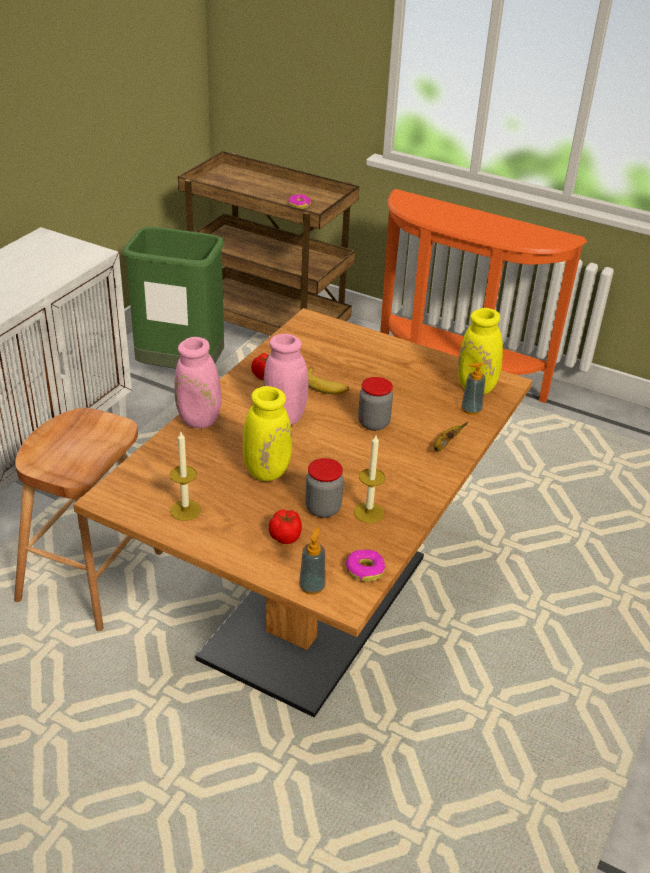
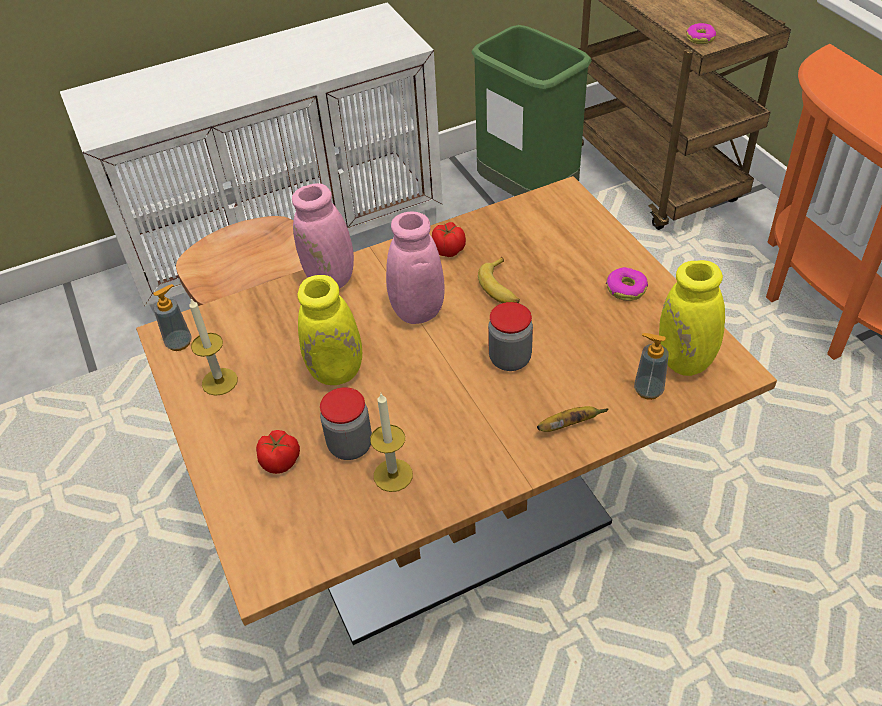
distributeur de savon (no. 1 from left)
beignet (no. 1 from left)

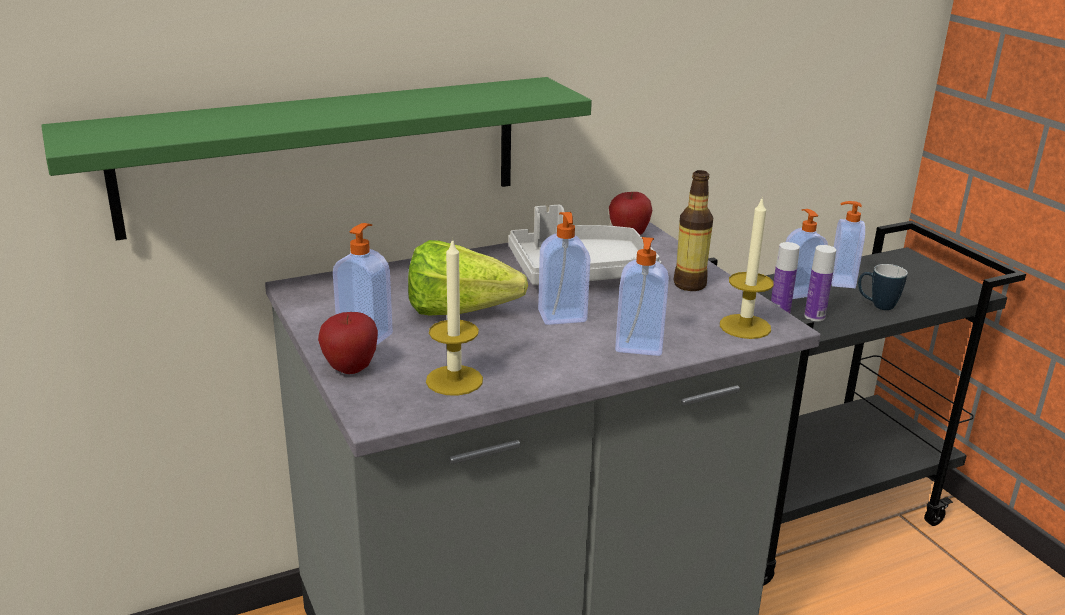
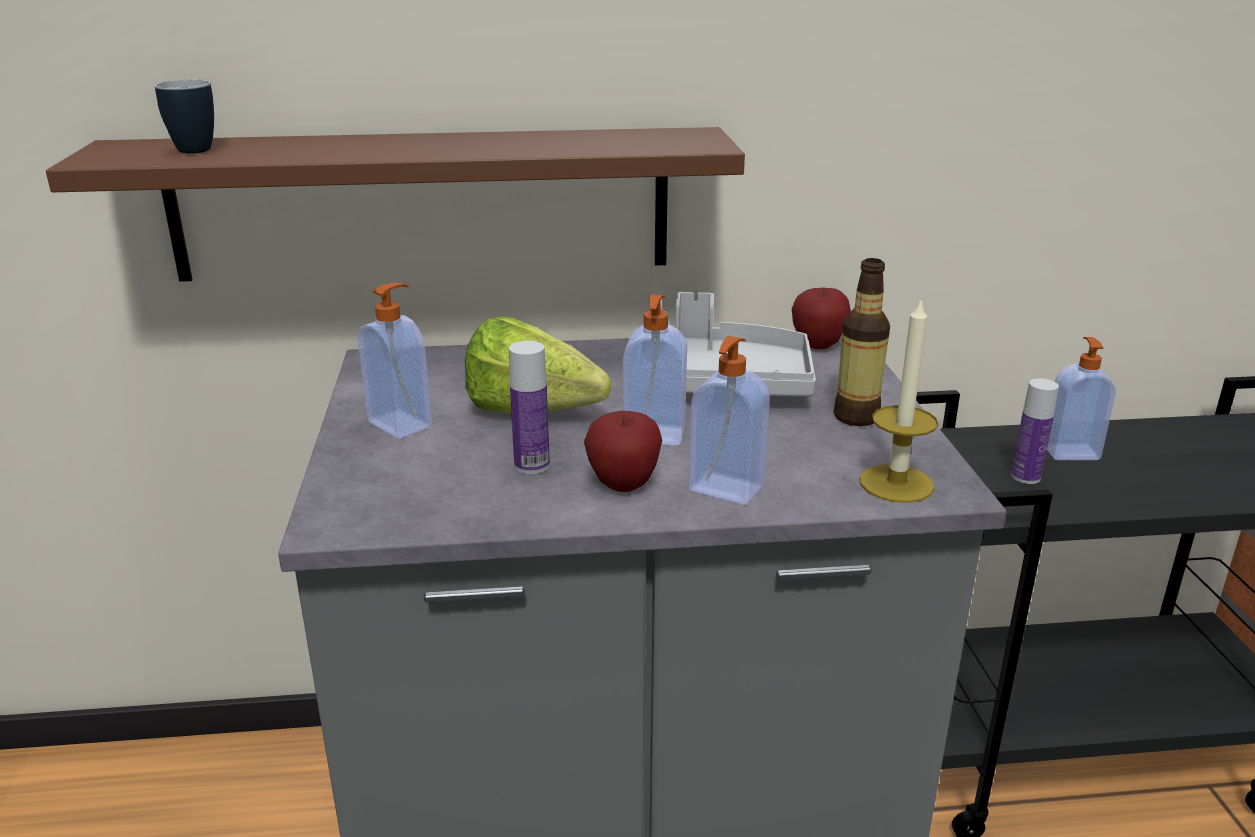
étagère/marron
mug
bouteille (no. 1 from left)
pomme (no. 1 from left)
bougie (no. 1 from left in the first image)
distributeur de savon (no. 5 from left in the first image)

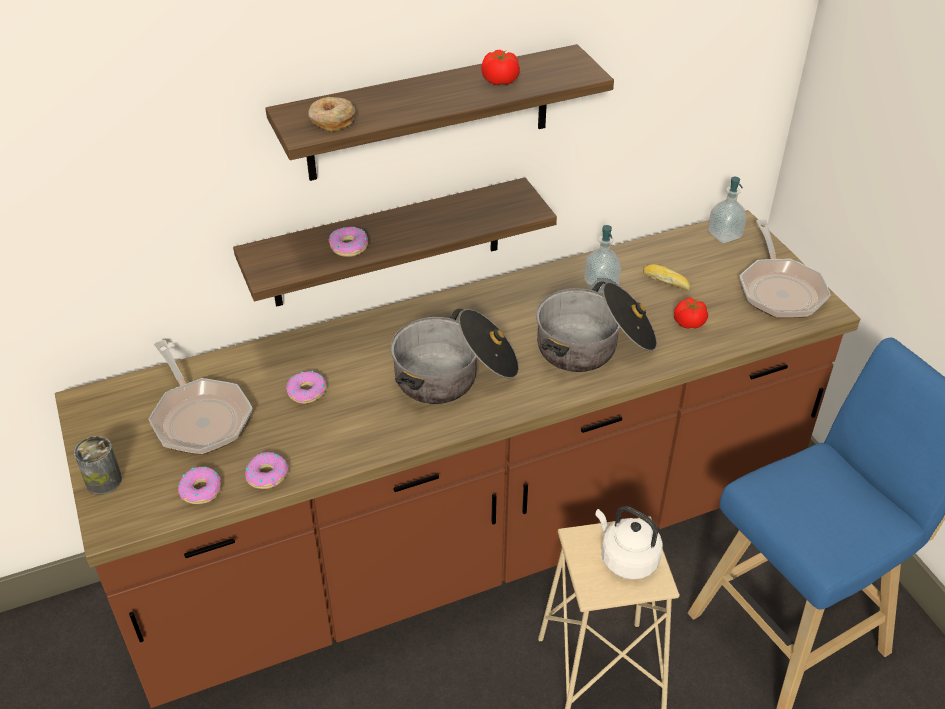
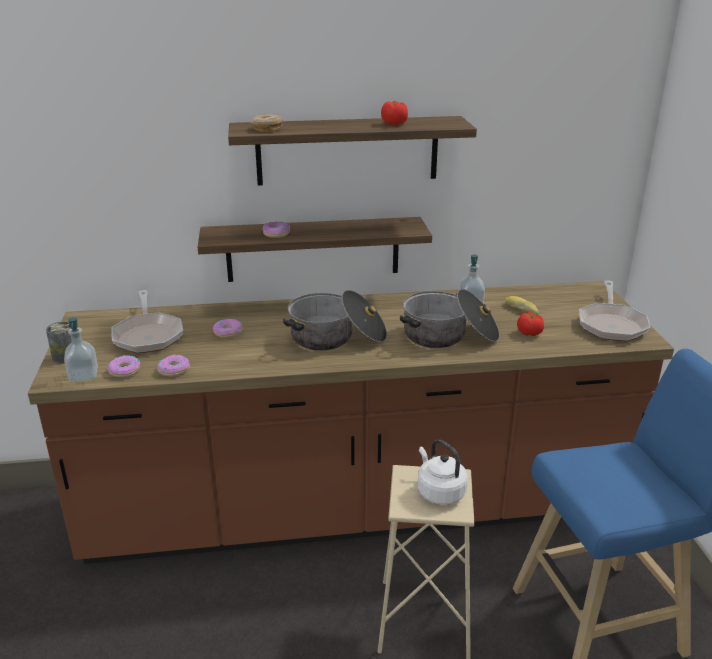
distributeur de savon (no. 1 from left)

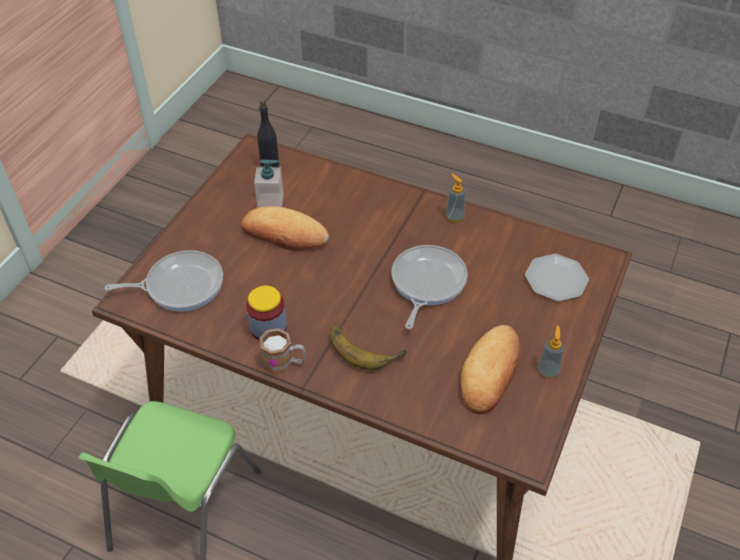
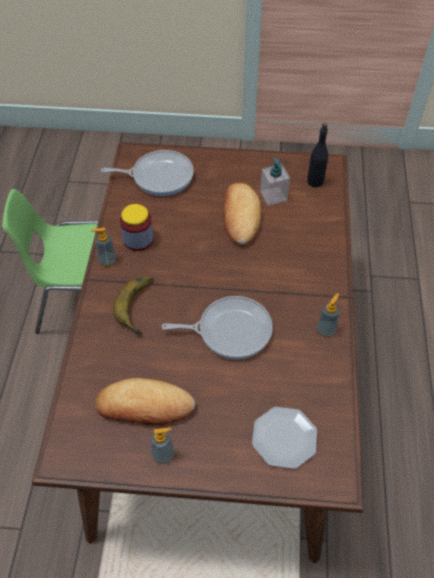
distributeur de savon (no. 1 from left)
poêle (no. 1 from left)

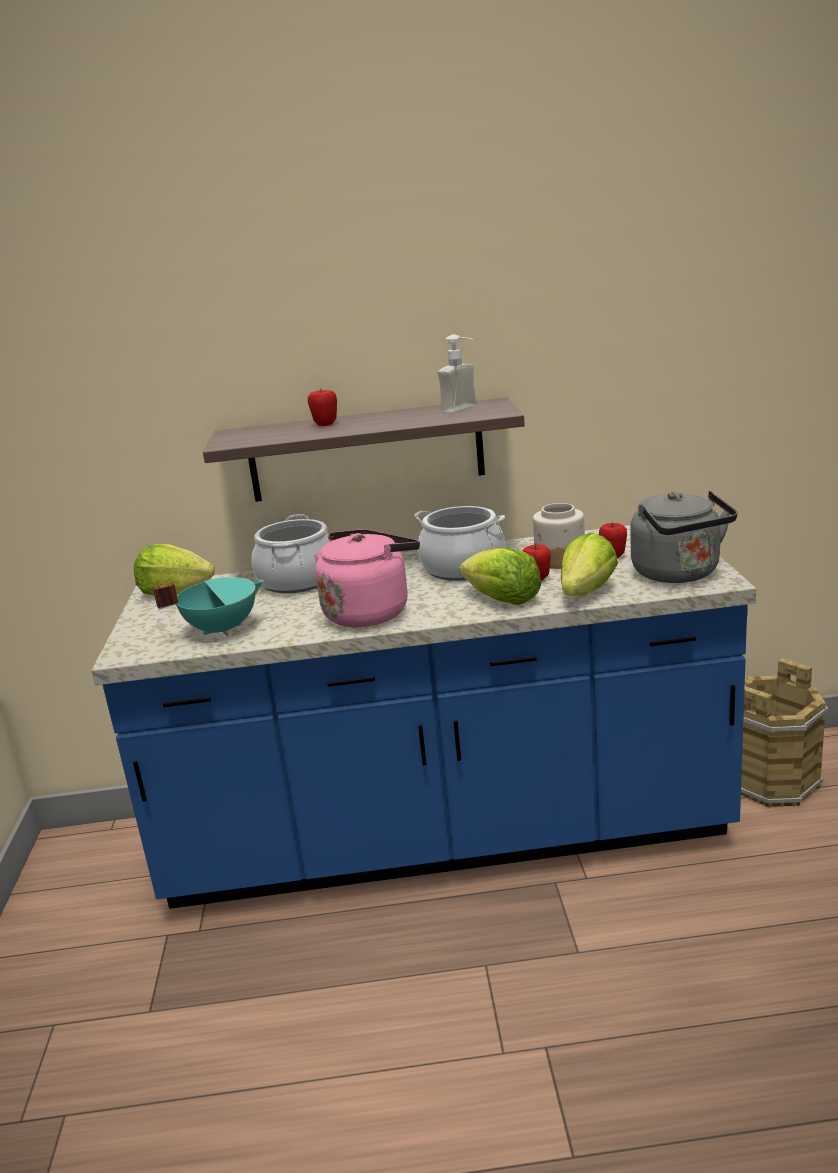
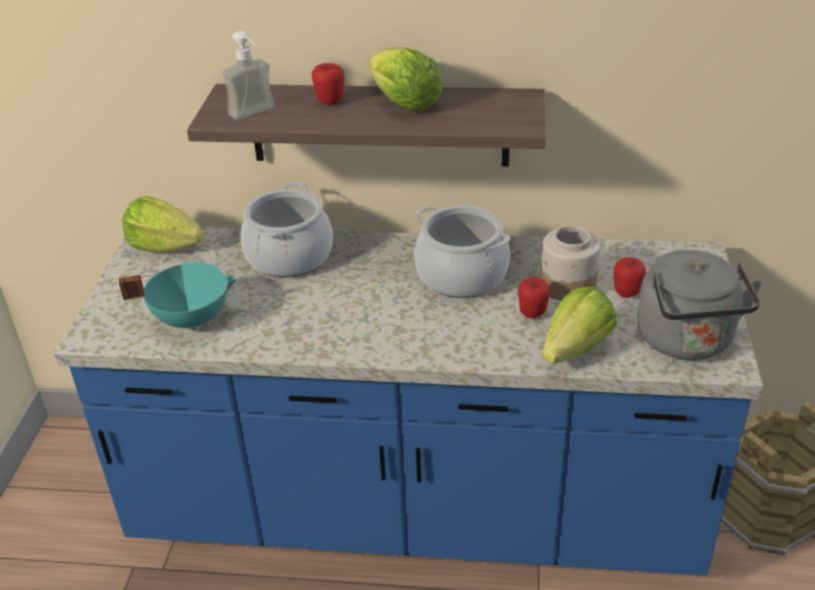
distributeur de savon
laitue (no. 2 from left)
bouilloire/rose

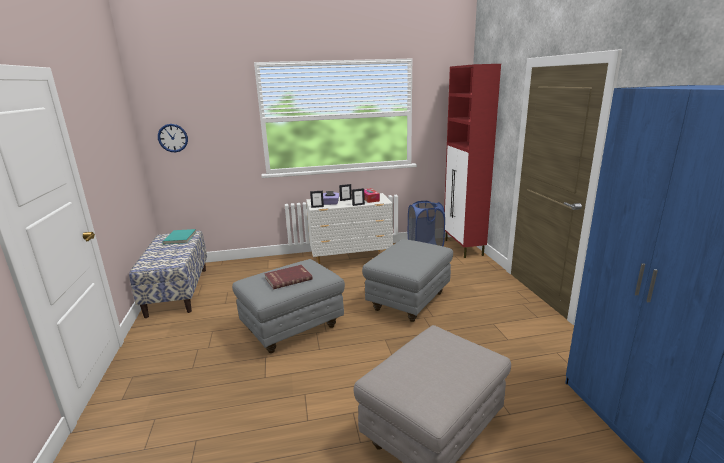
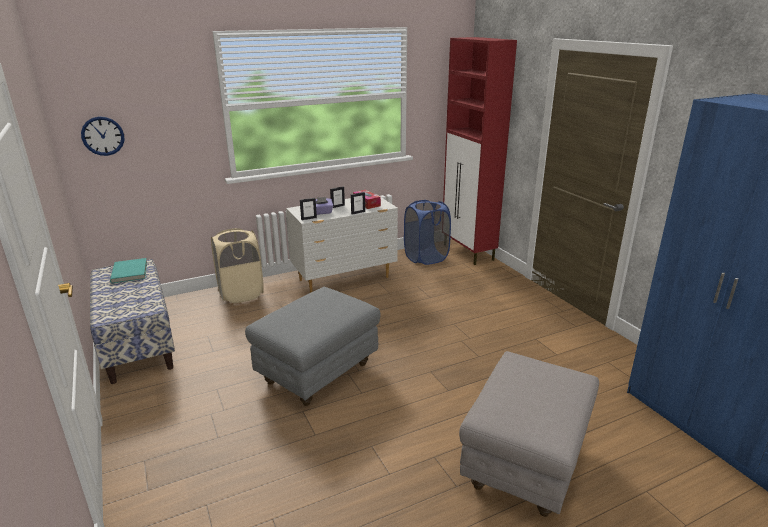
panier à linge/beige
livre/rouge
pouf/gris (no. 2 from left in the first image)

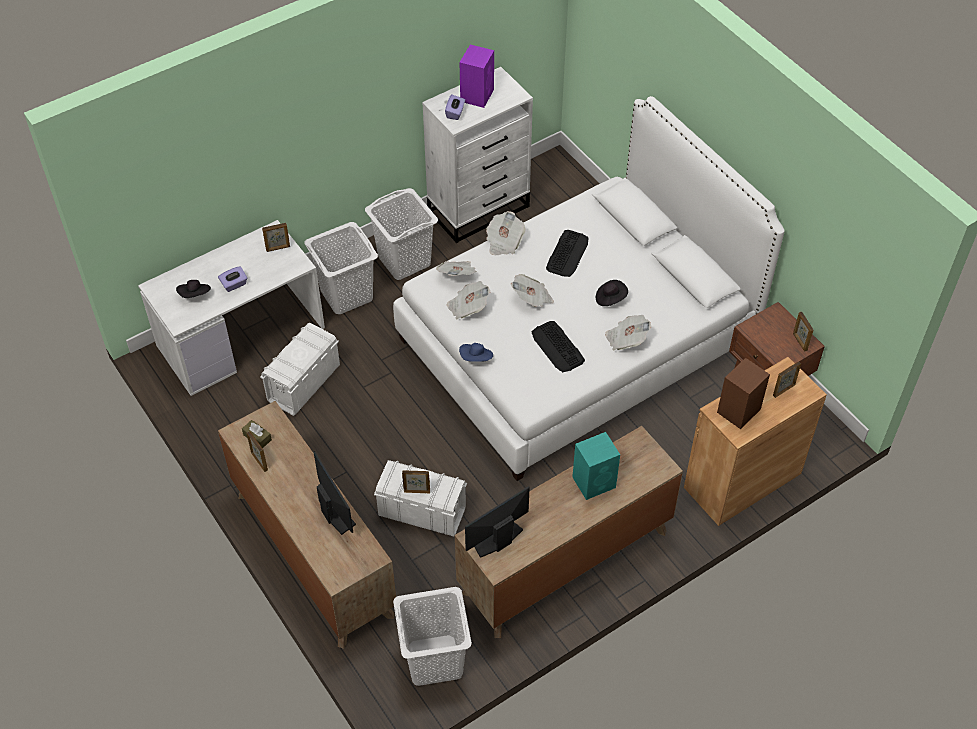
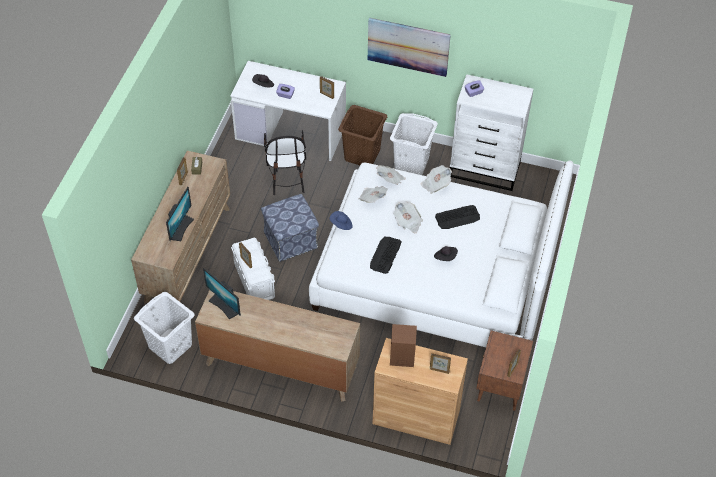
écran d'ordinateur (no. 2 from left)
pouf
chaise
panier à linge/marron
tableau
enceinte/violet
enceinte/turquoise
journal (no. 5 from left in the first image)

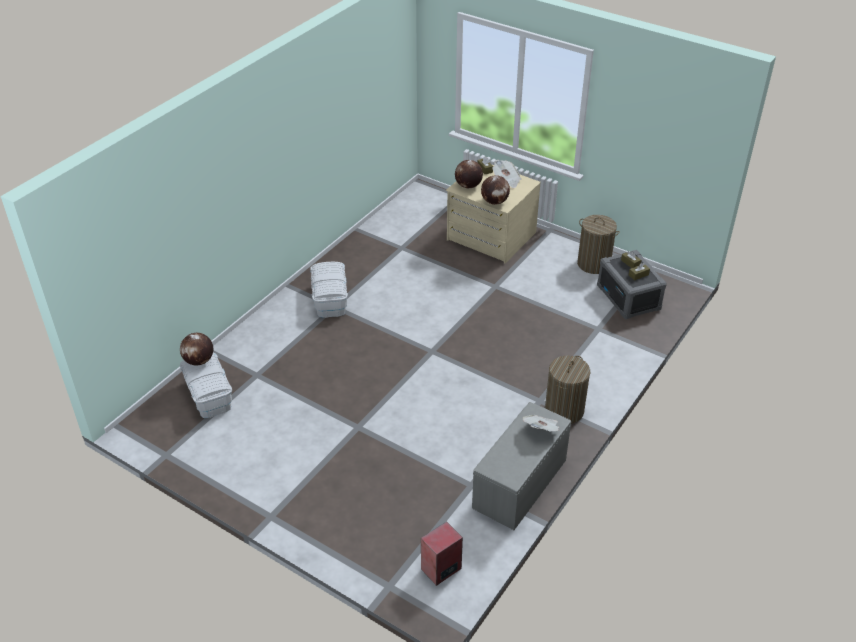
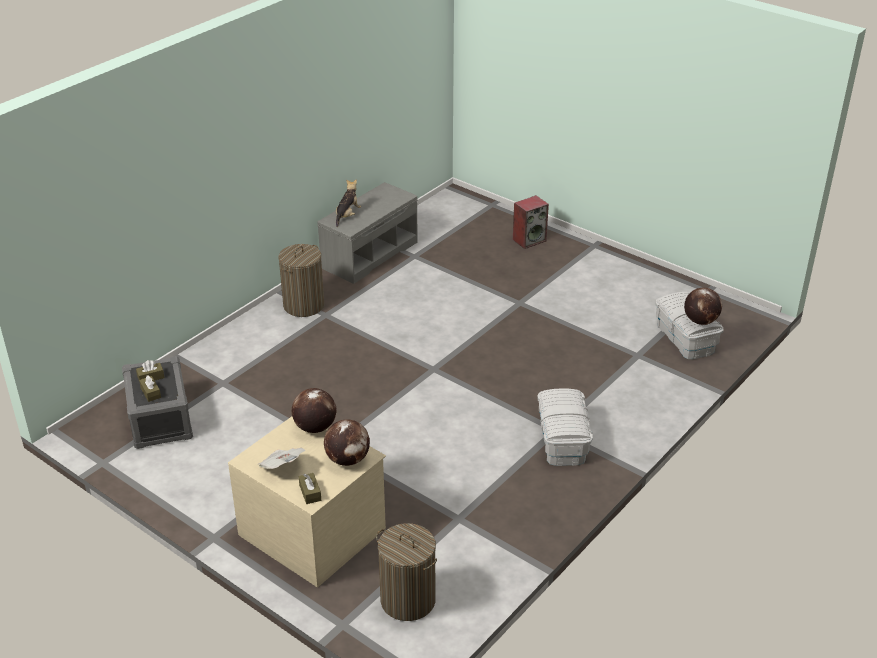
peluche
panier à linge (no. 2 from left)
enceinte

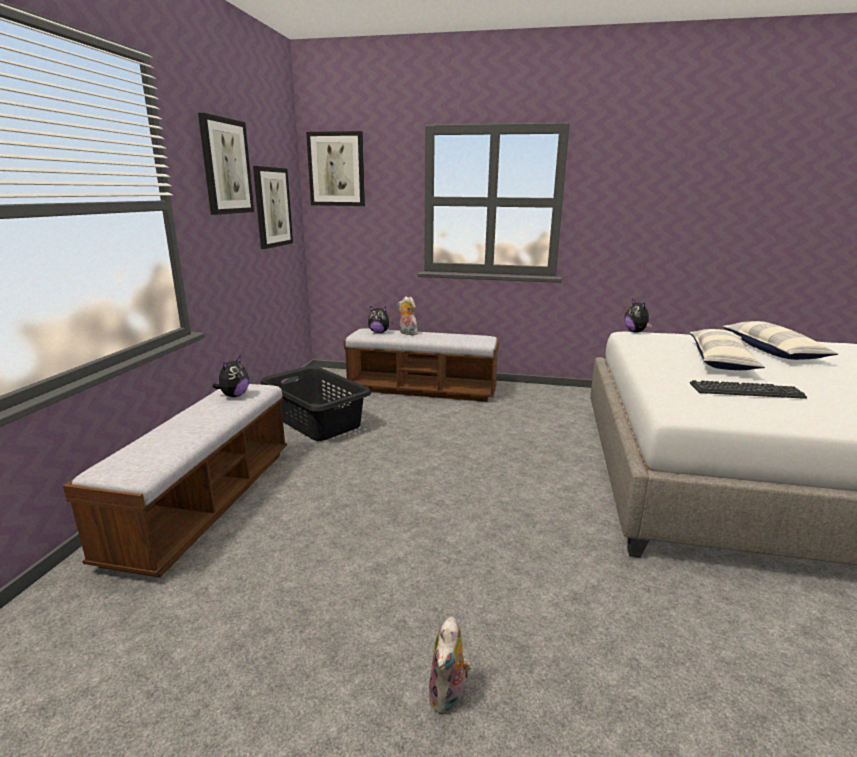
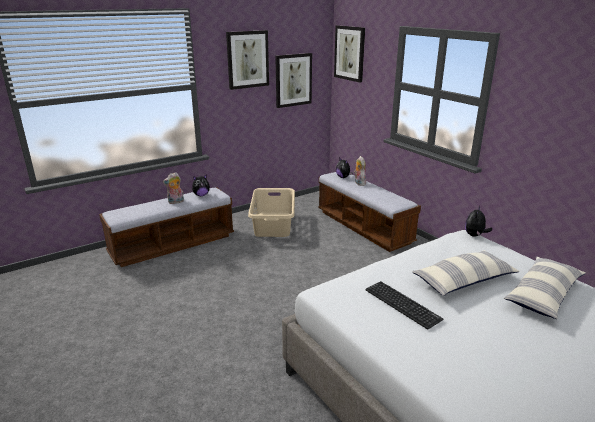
peluche (no. 1 from left)
panier à linge/beige

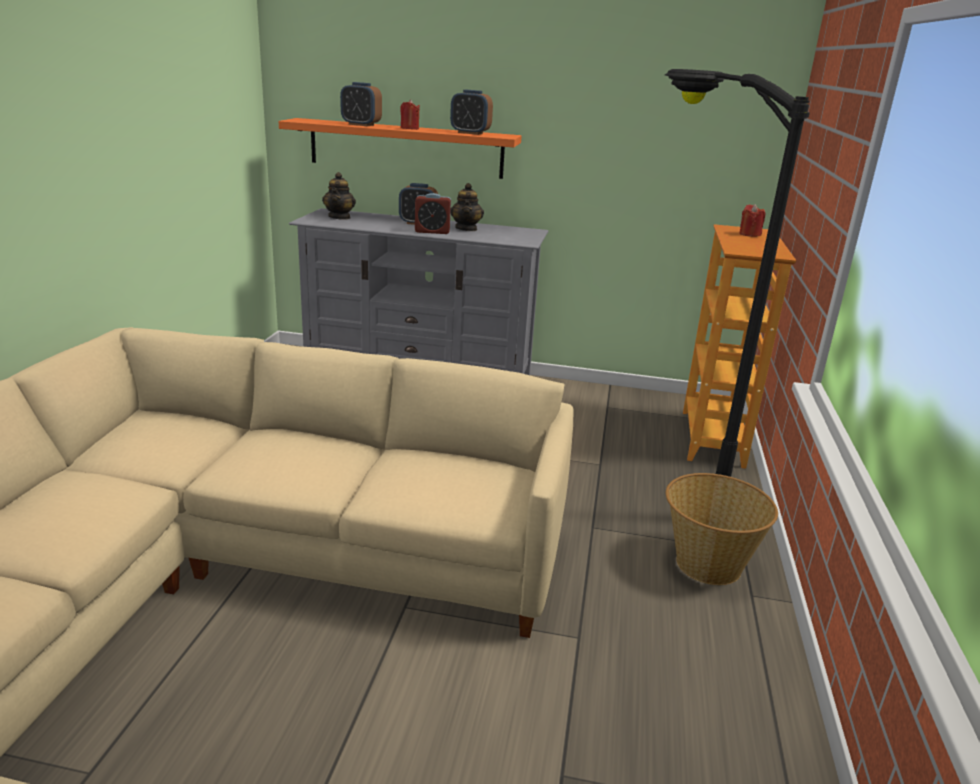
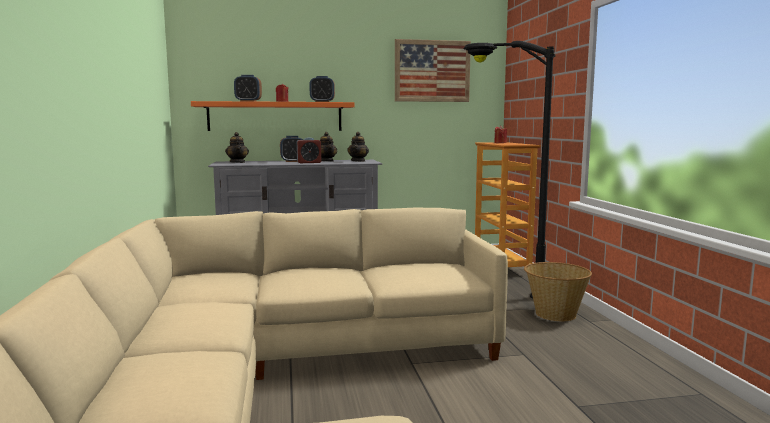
théière (no. 3 from left)
tableau

